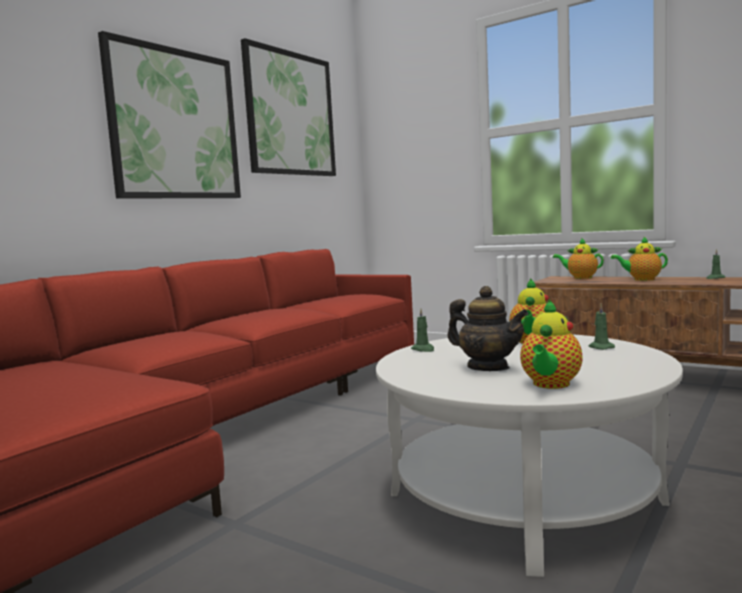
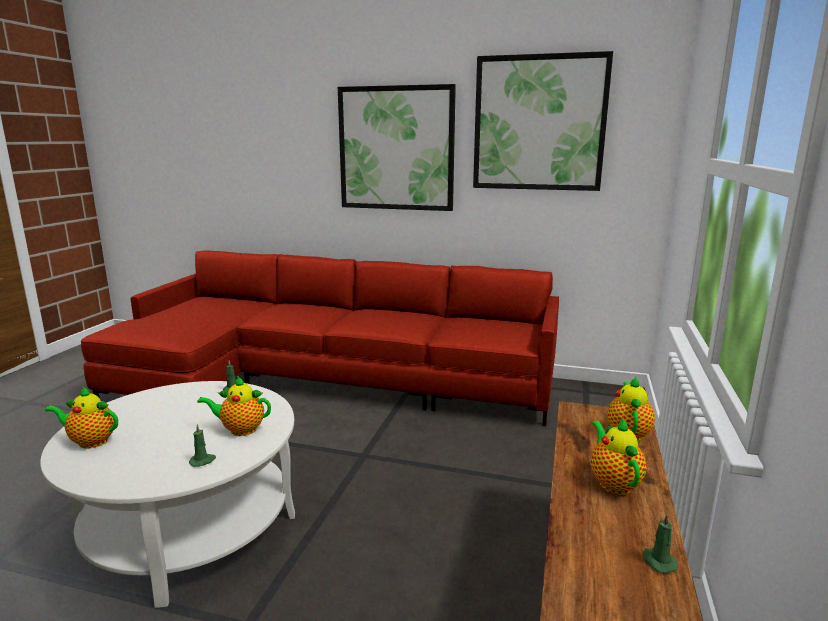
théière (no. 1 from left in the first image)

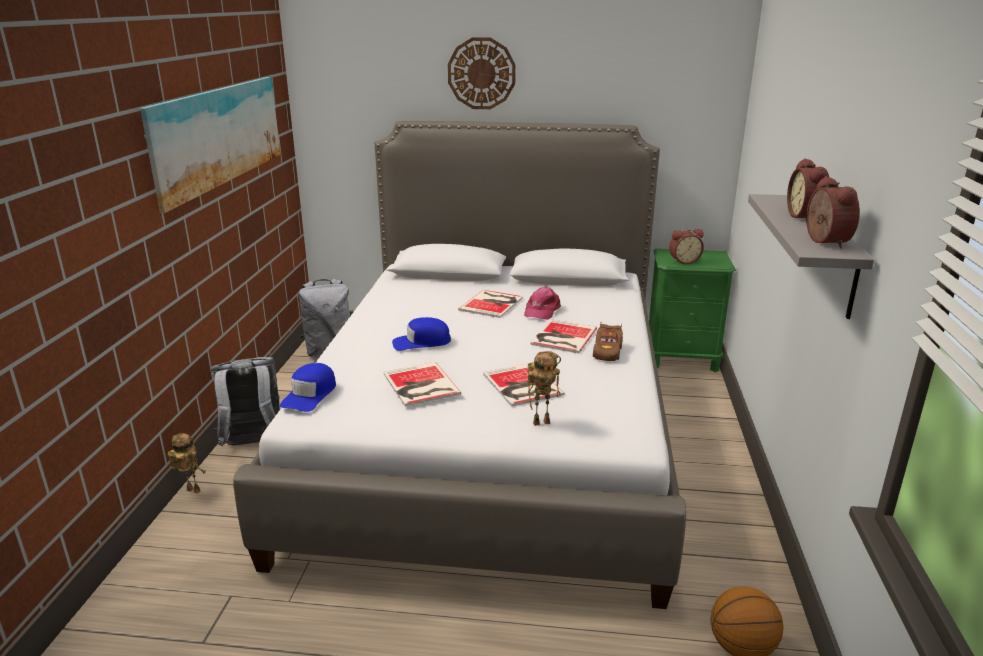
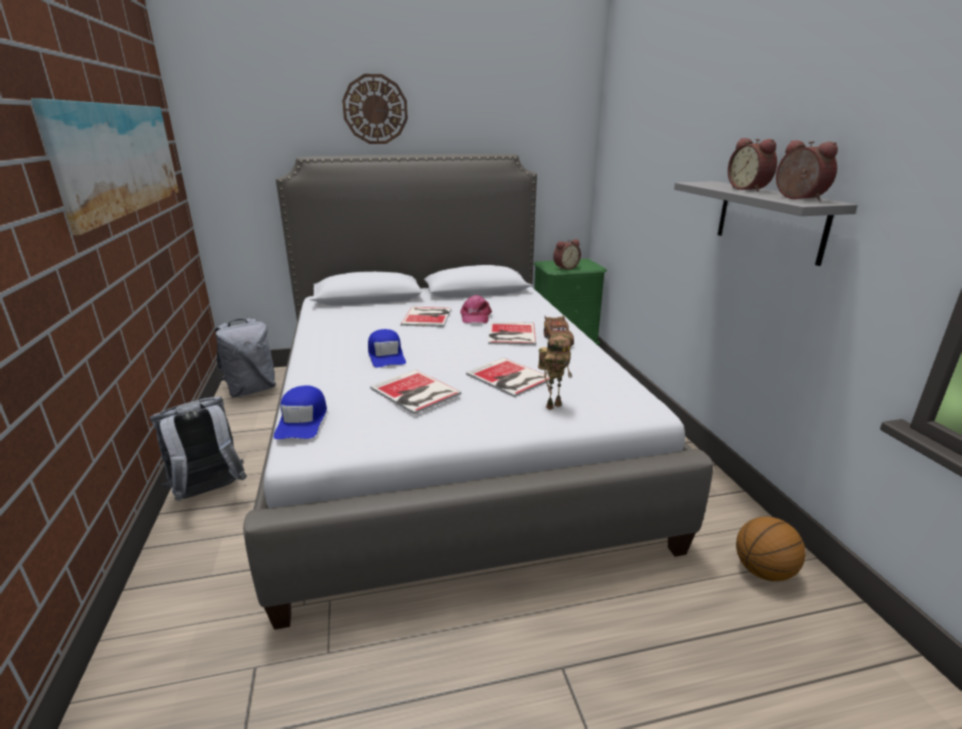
casquette/bleu (no. 2 from left)
robot jouet (no. 1 from left in the first image)

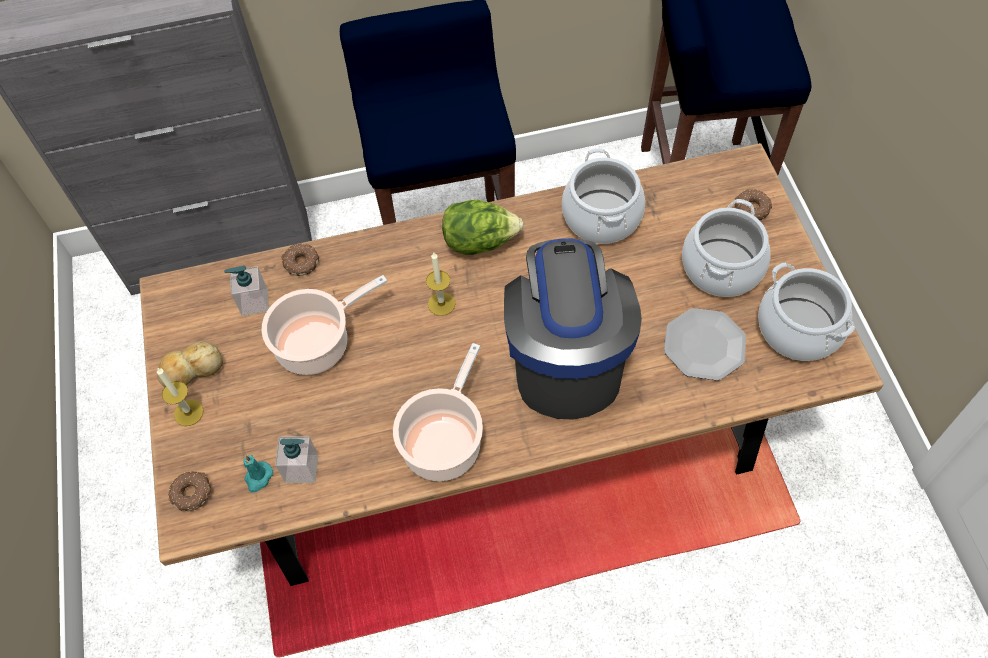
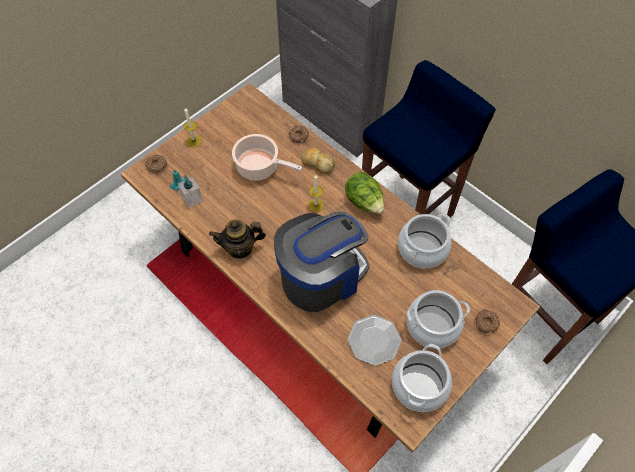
théière
pain
distributeur de savon (no. 1 from left in the first image)

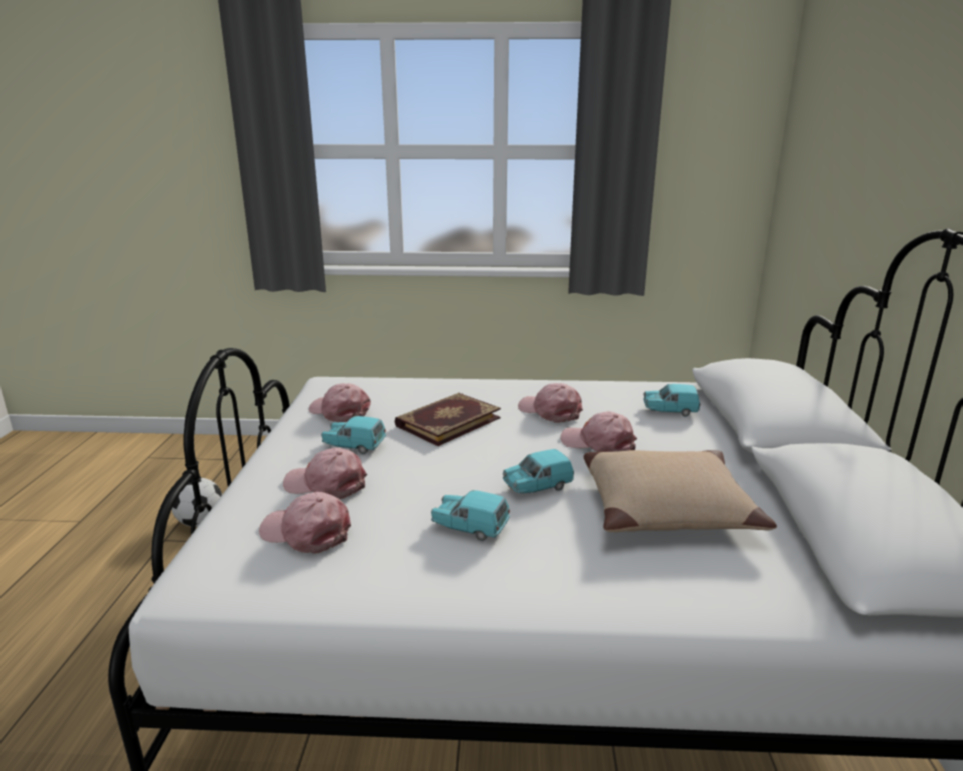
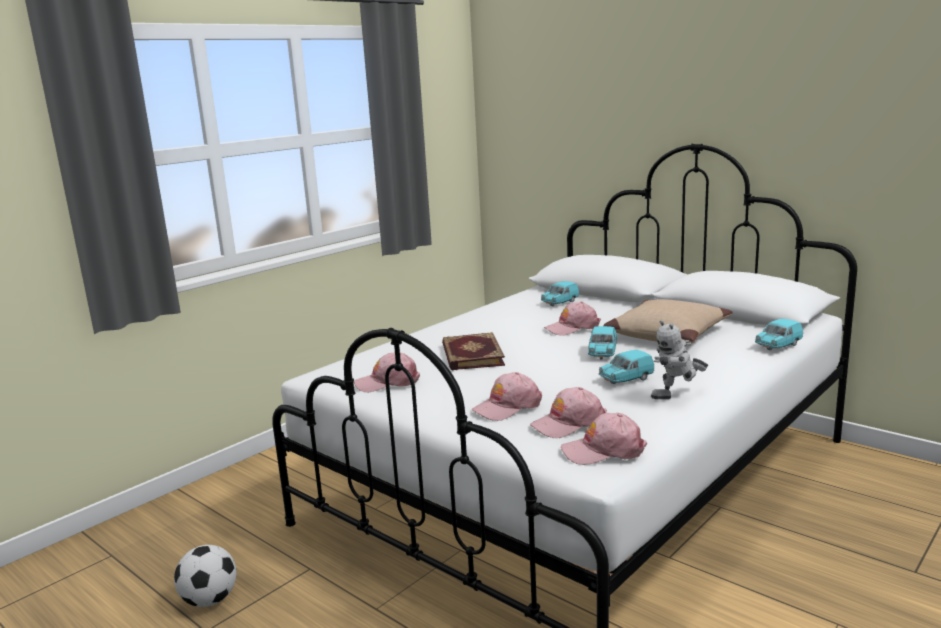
casquette/rose (no. 5 from left)
robot jouet
petite voiture/turquoise (no. 4 from left)

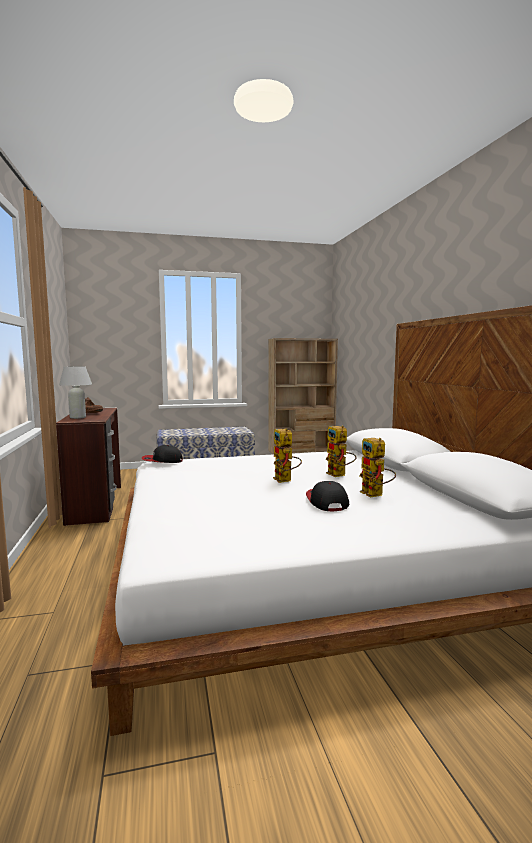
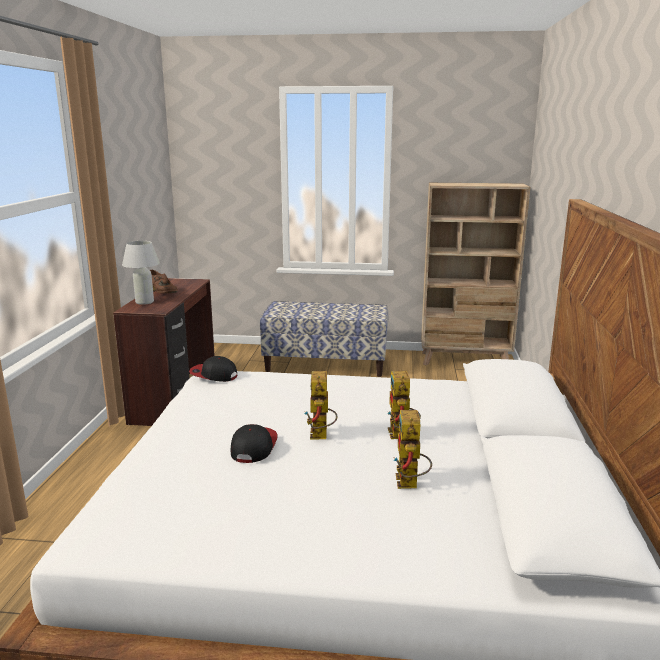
casquette (no. 2 from left)

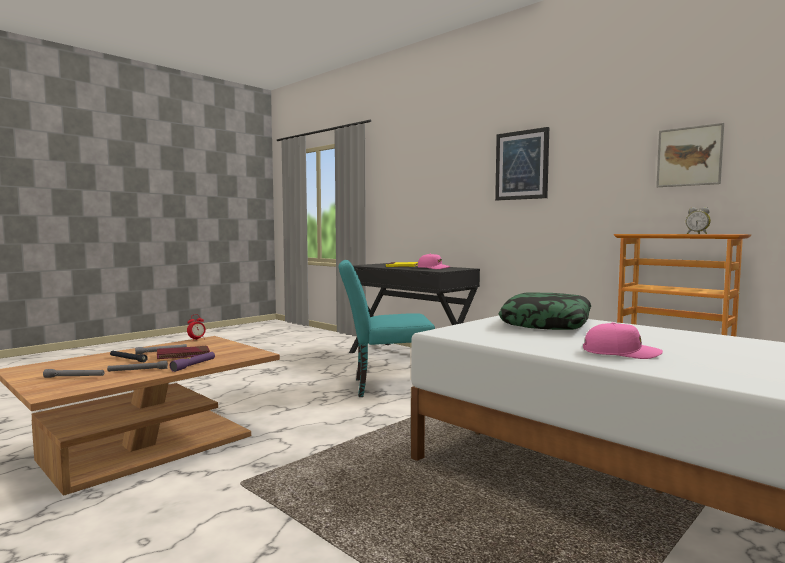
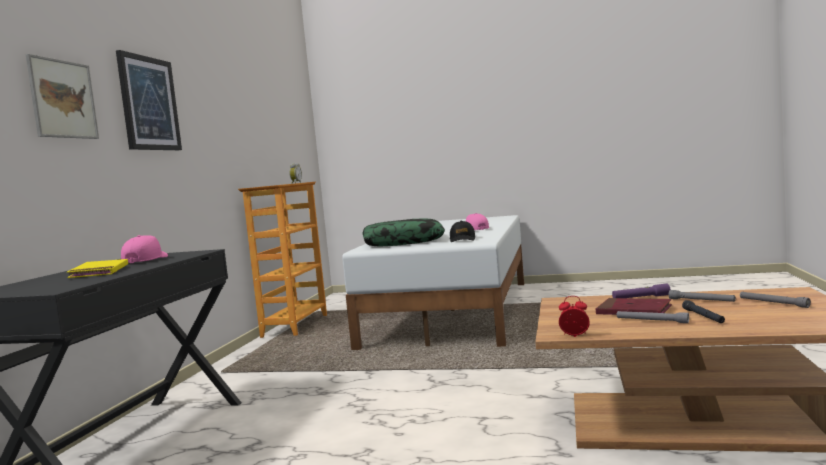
tableau (no. 1 from left)
casquette/noir
chaise/turquoise

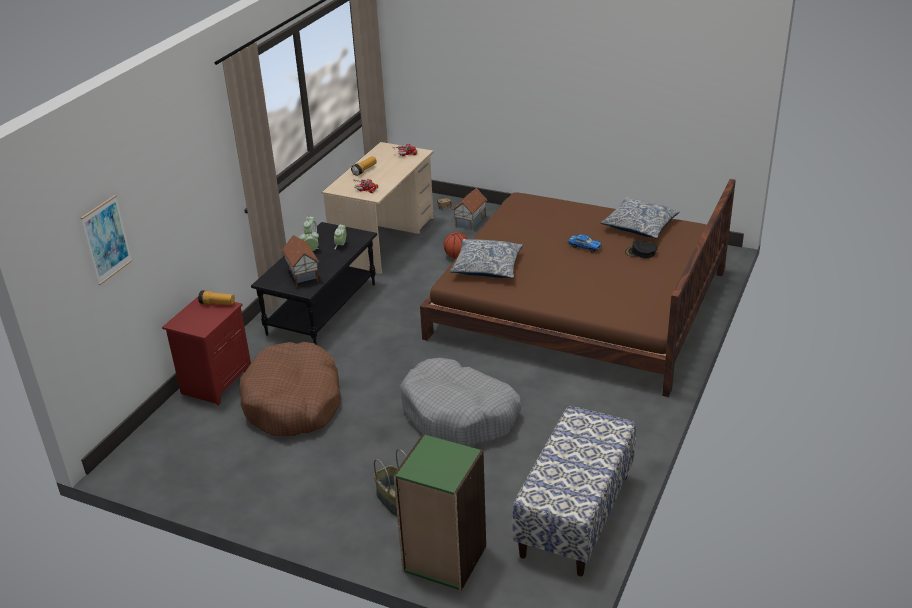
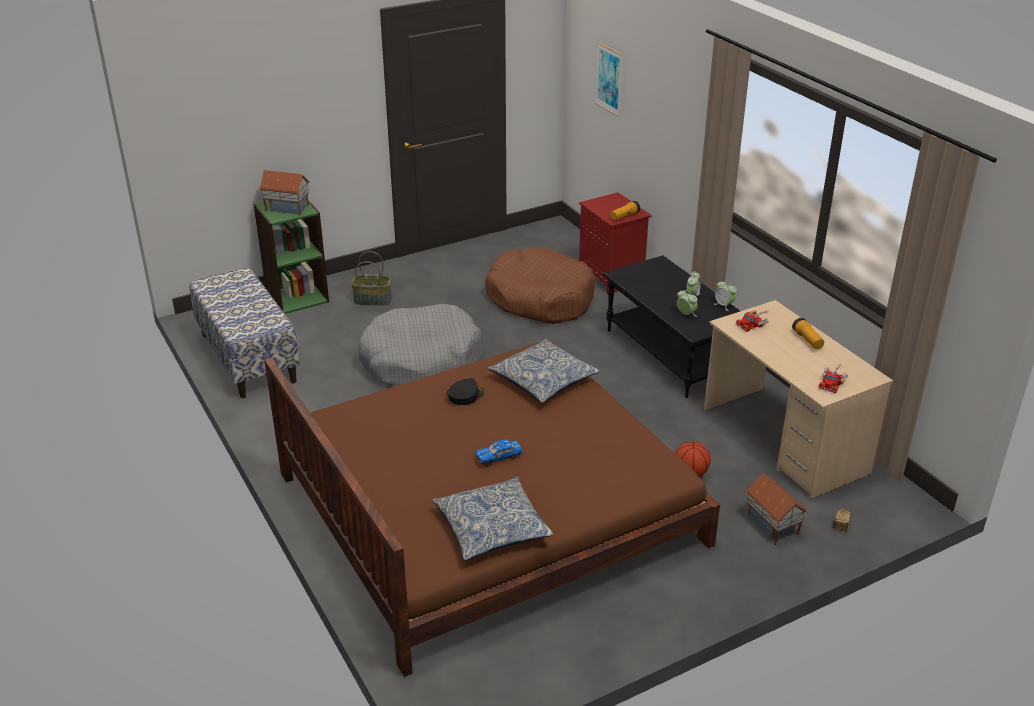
maison miniature (no. 1 from left)
casquette/noir

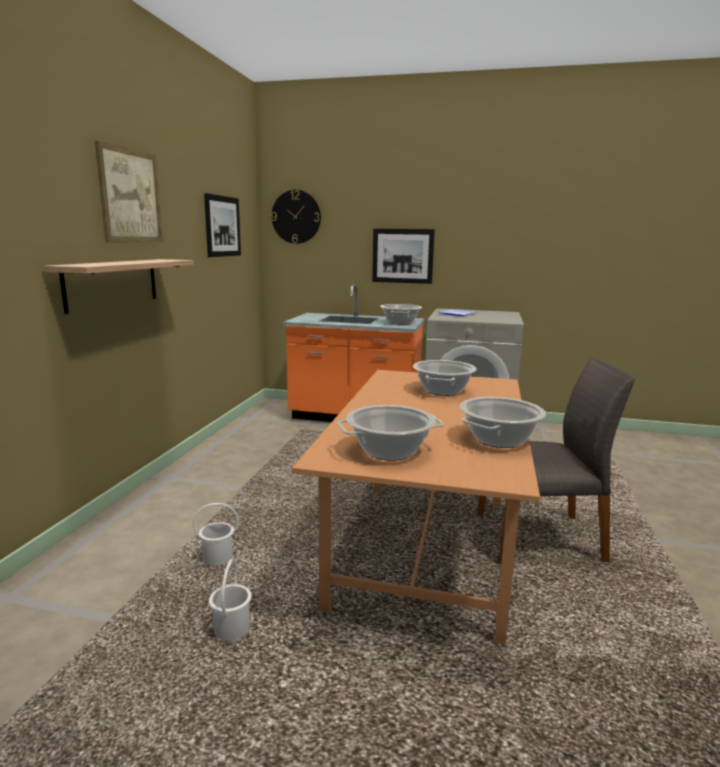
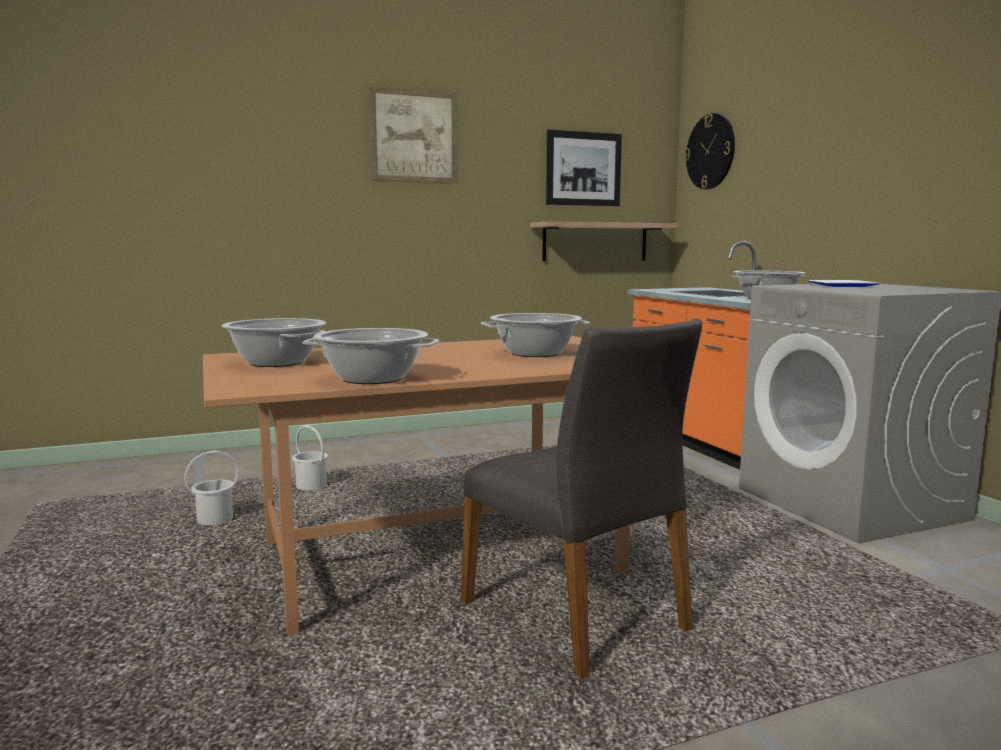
étagère
tableau (no. 3 from left in the first image)

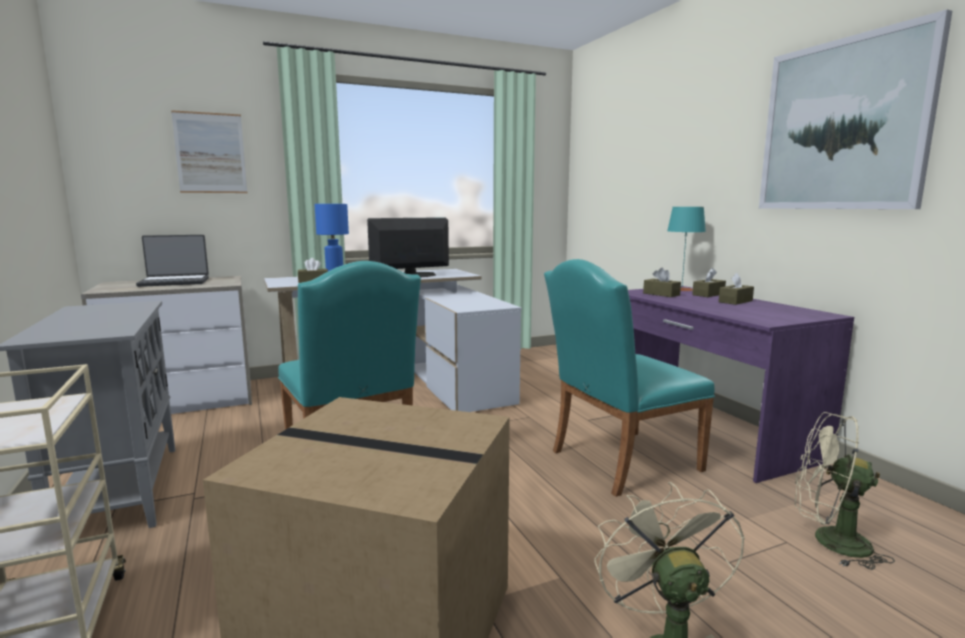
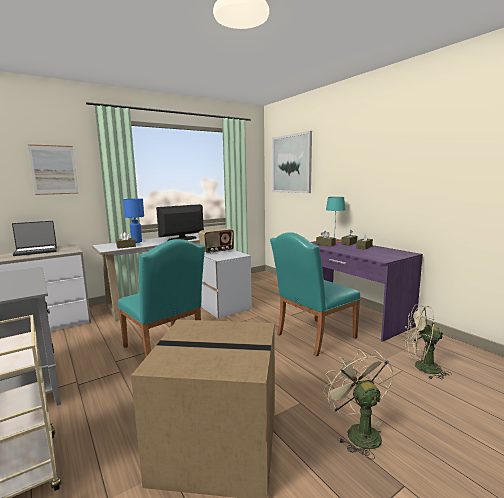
radio
tableau (no. 2 from left)

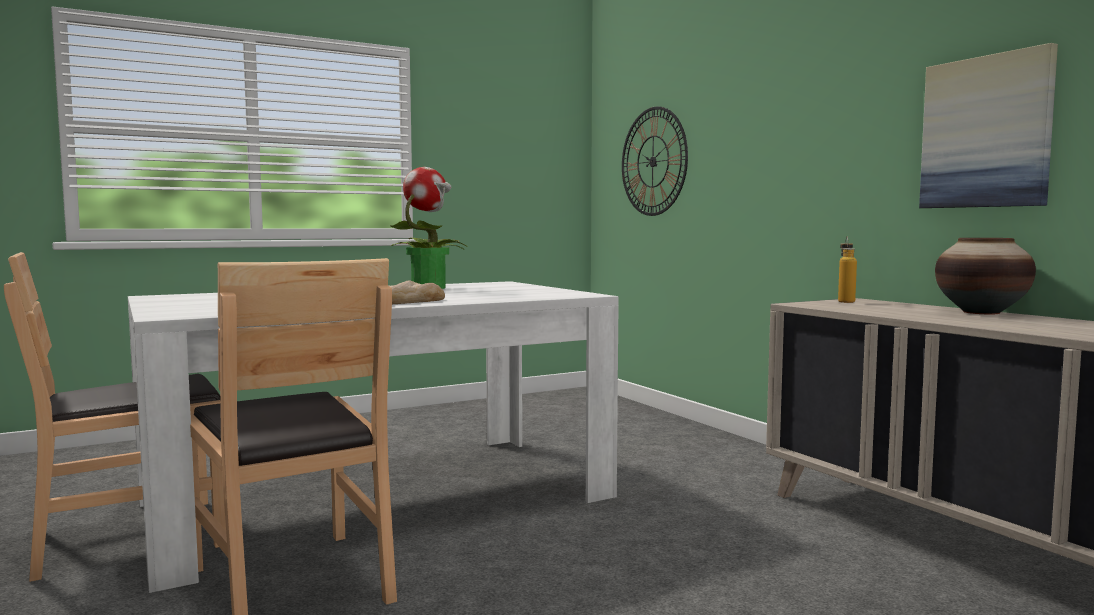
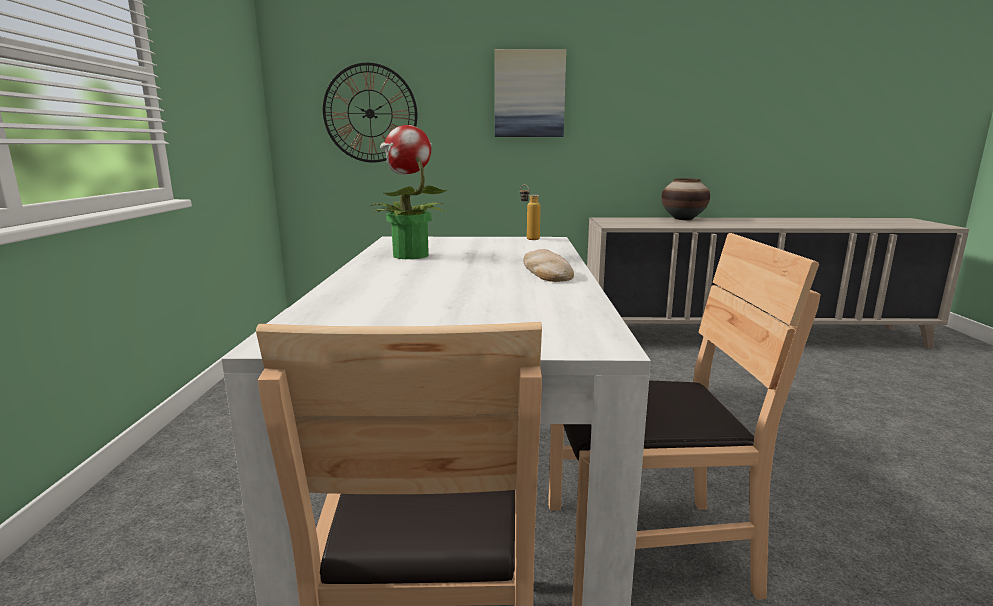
tableau
bouteille

